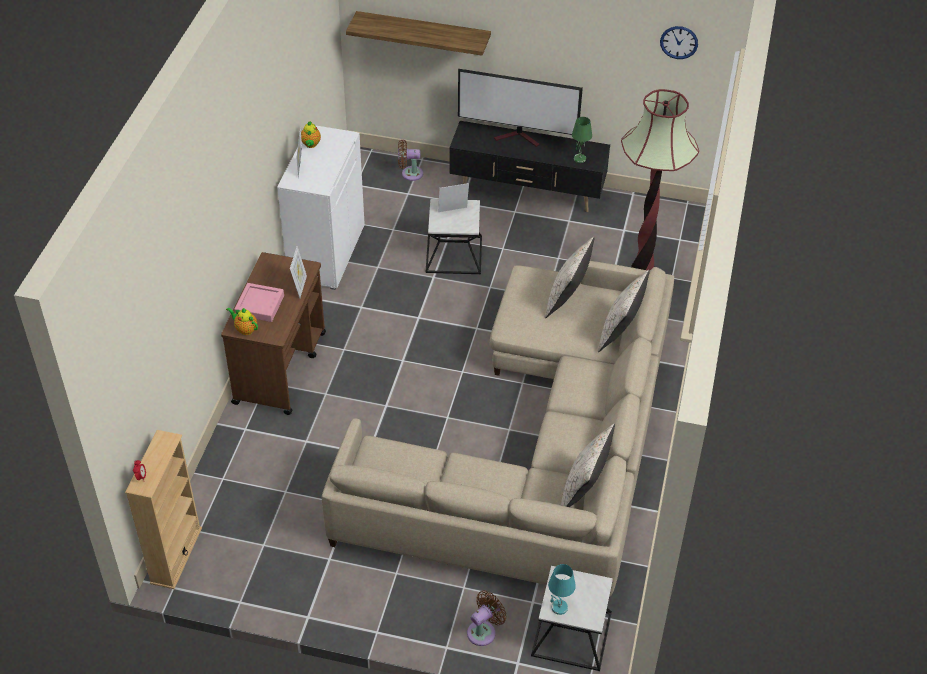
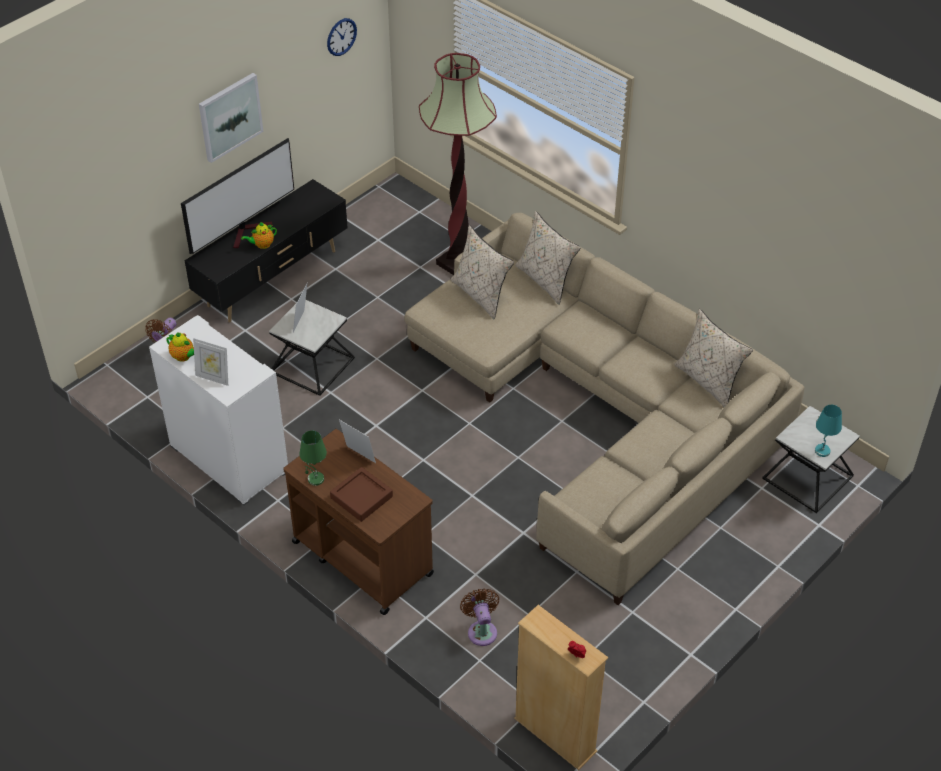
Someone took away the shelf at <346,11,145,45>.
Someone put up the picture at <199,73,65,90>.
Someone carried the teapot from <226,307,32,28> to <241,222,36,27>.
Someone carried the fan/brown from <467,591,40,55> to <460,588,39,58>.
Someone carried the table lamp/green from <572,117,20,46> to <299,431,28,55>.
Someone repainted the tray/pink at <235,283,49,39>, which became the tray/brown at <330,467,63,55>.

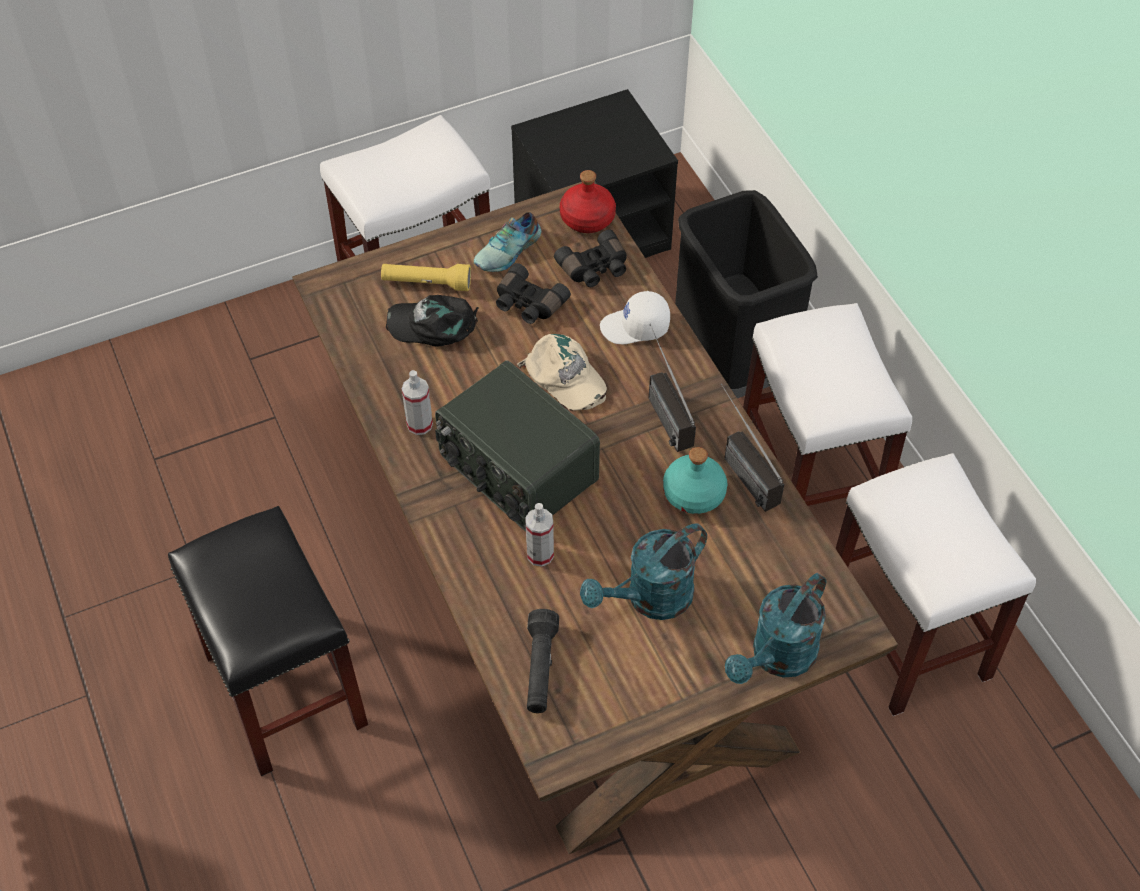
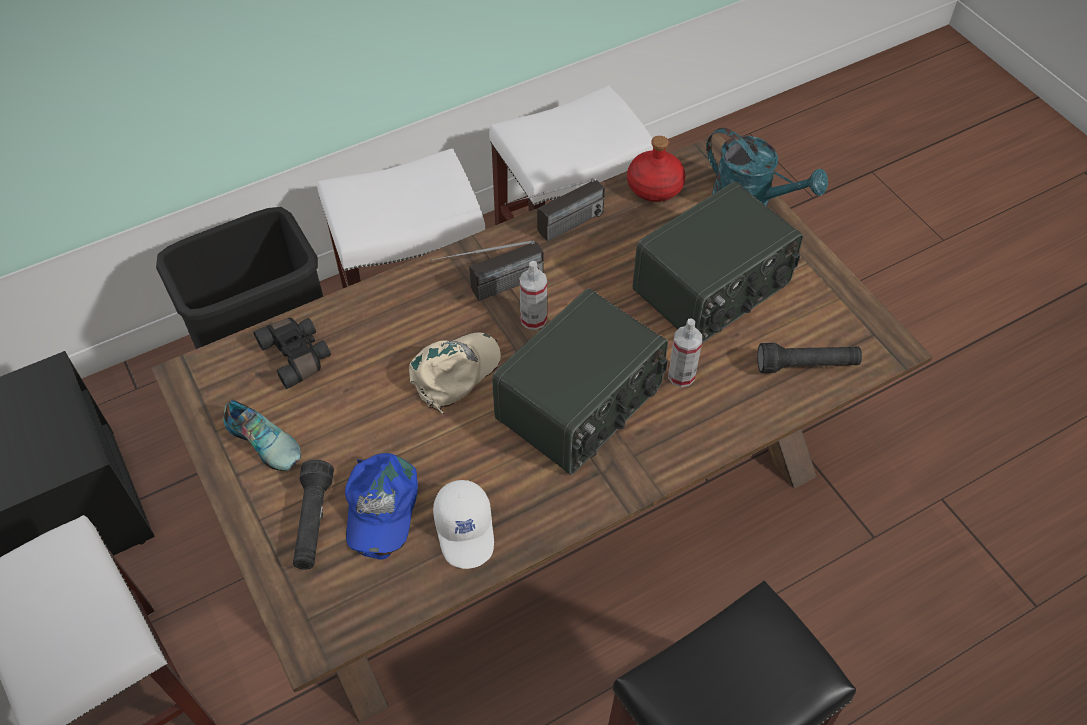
Someone took away the binoculars/black at <496,263,75,61>.
Someone took away the bottle/turquoise at <663,447,65,67>.
Someone carried the spray bottle from <402,370,31,65> to <519,261,28,69>.
Someone carried the bottle/red from <560,170,56,63> to <627,136,59,66>.
Someone carried the cap/white from <600,291,70,53> to <433,480,61,89>.
Someone swapped the watering can/turquoise at <580,523,127,97> for the radio at <633,182,170,161>.
Someone repainted the flashlight/yellow at <381,264,90,27>, which became the flashlight/black at <293,460,41,110>.
Someone repainted the cap/black at <386,295,93,51>, which became the cap/blue at <345,453,73,106>.

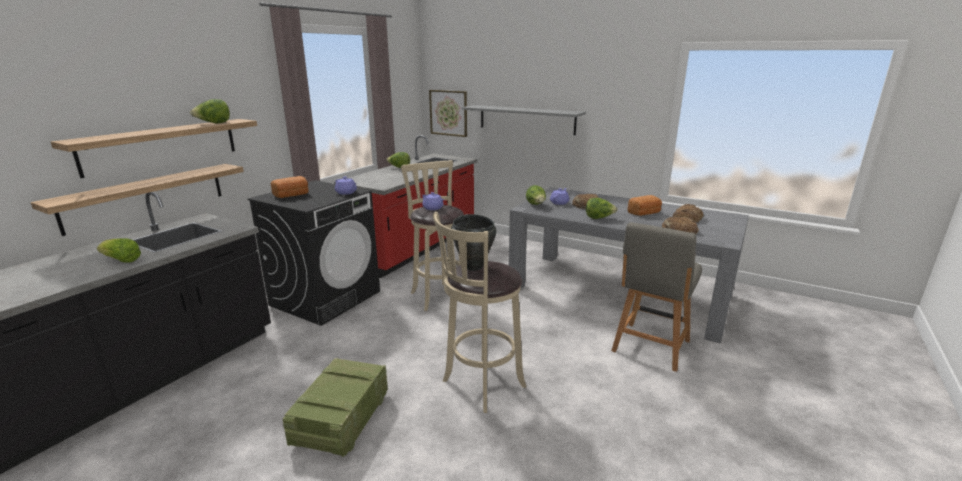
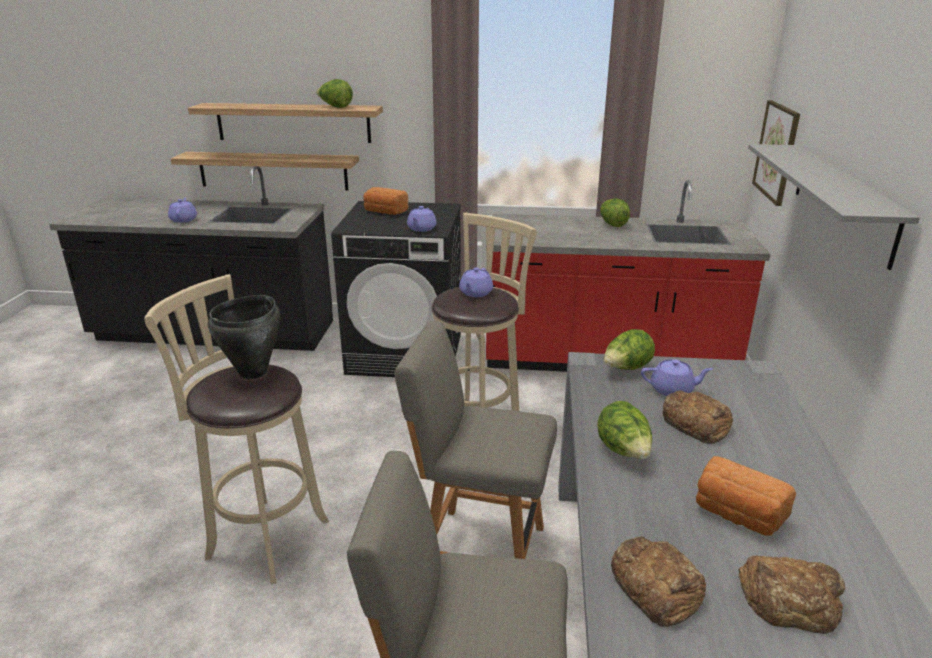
Someone took away the crate at <283,358,105,99>.
Someone put down the chair/grey at <395,321,162,238>.
Someone swapped the lettuce at <97,238,44,25> for the teapot/purple at <168,198,29,25>.

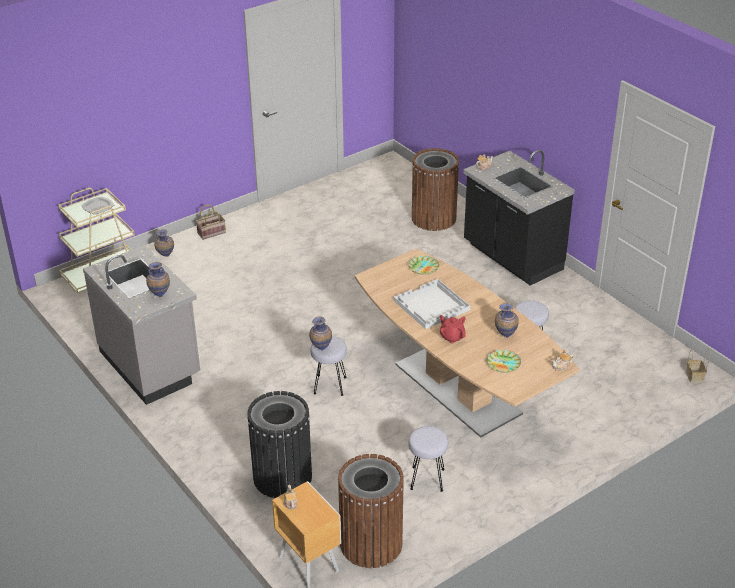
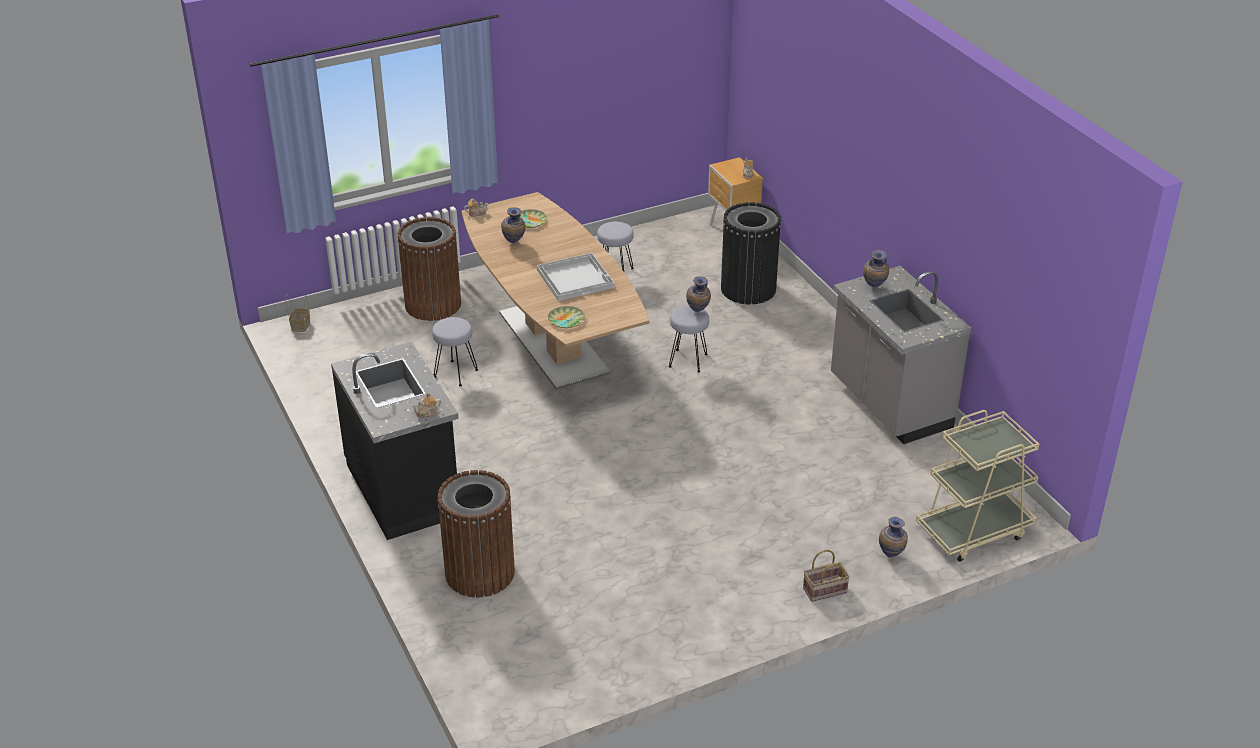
Someone took away the plate at <81,196,33,18>.
Someone took away the teapot/red at <440,315,26,29>.
Someone carried the trash can/brown from <338,454,66,114> to <398,217,63,104>.

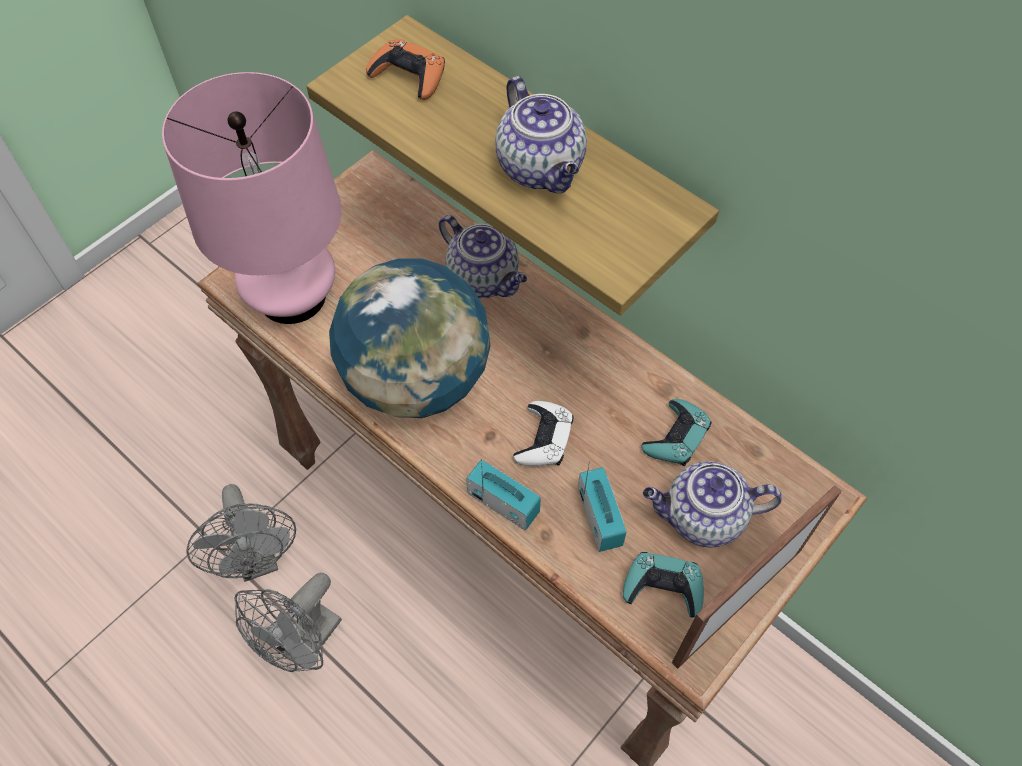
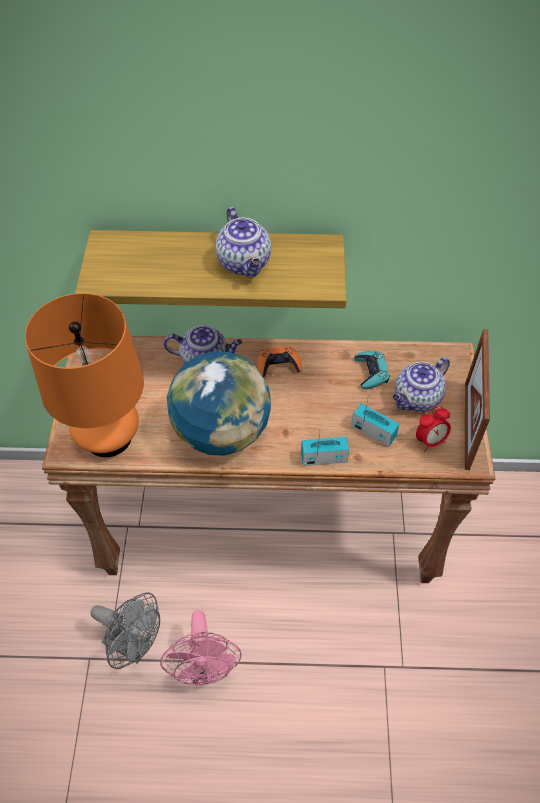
Someone took away the game controller/white at <513,401,61,65>.
Someone carried the game controller/orange from <366,39,79,61> to <258,347,44,30>.
Someone swapped the game controller/turquoise at <623,552,81,66> for the alarm clock at <416,406,35,45>.
Someone repainted the table lamp/pink at <162,72,179,252>, which became the table lamp/orange at <25,293,119,164>.
Someone repainted the fan/grey at <234,573,108,99>, which became the fan/pink at <160,610,82,76>.
Someone rotated the teapot at <495,76,92,117> by 45 degrees clockwise.

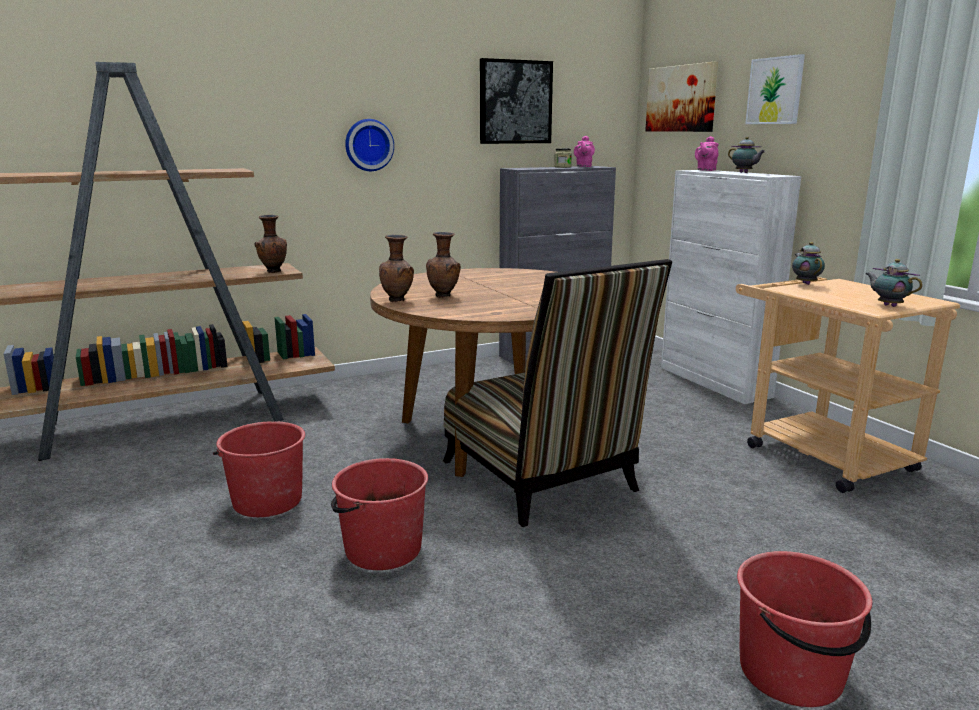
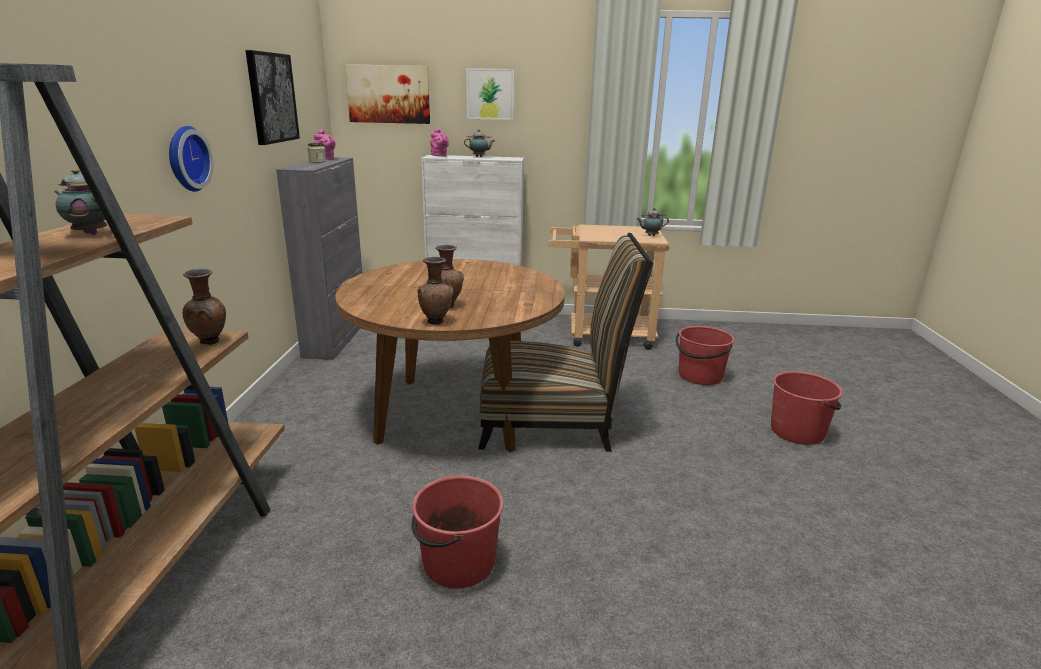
Someone carried the bucket/red from <331,458,97,112> to <676,326,59,59>.
Someone carried the teapot from <792,242,33,43> to <54,169,54,66>.

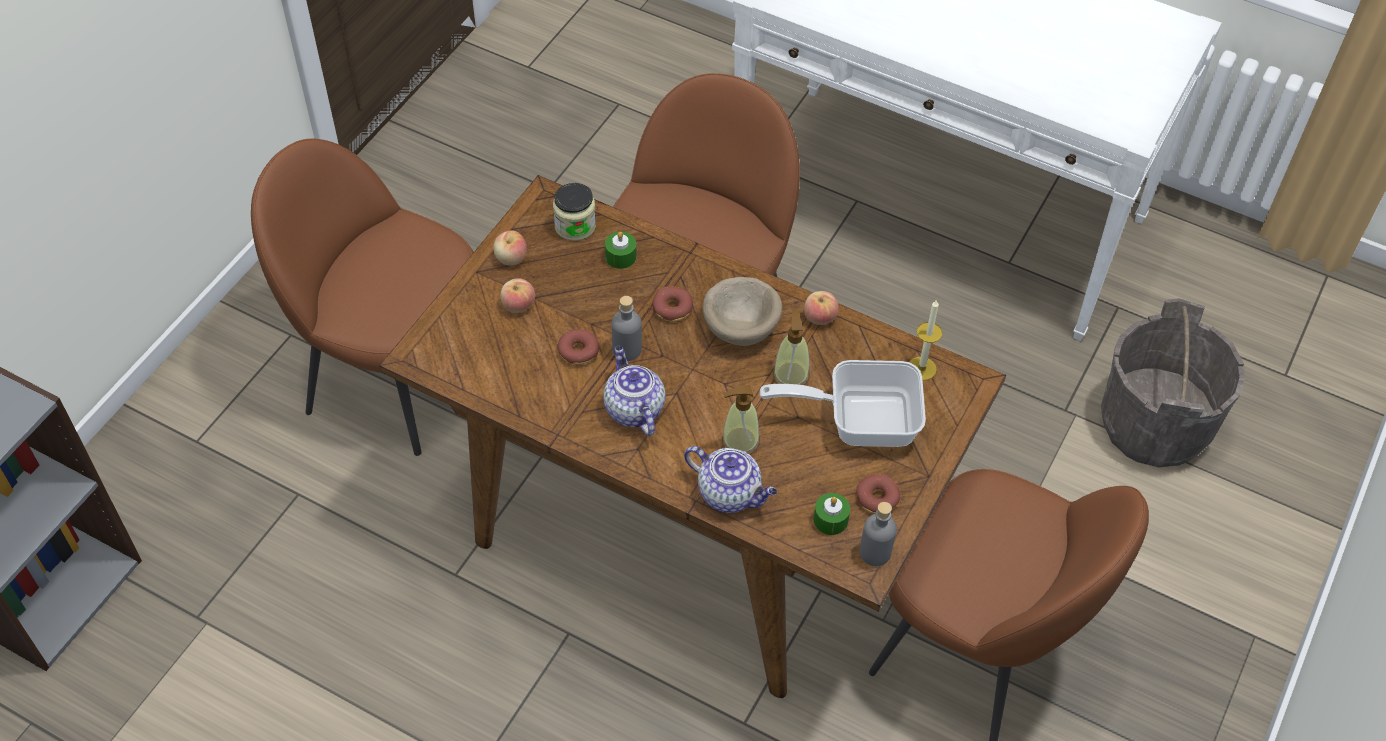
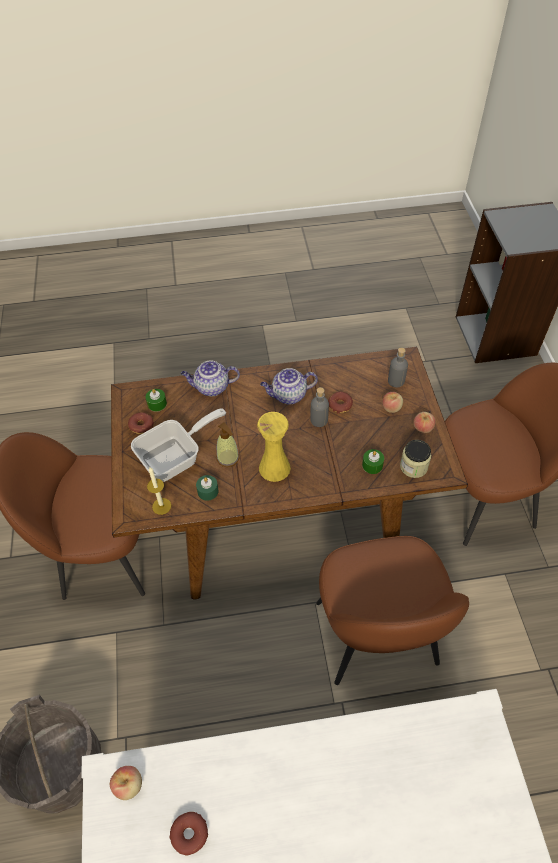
Someone took away the soap dispenser at <722,385,38,70>.
Someone put down the candle/green at <196,475,23,26>.
Someone carried the donut from <652,286,41,36> to <169,812,39,44>.
Someone carried the apple from <804,291,35,34> to <110,766,32,34>.
Someone carried the bottle/grey from <859,502,38,64> to <388,348,20,39>.
Someone swapped the bowl/beige at <703,277,79,69> for the vase/yellow at <257,412,34,70>.
Someone rotated the teapot at <603,346,62,90> by 135 degrees clockwise.

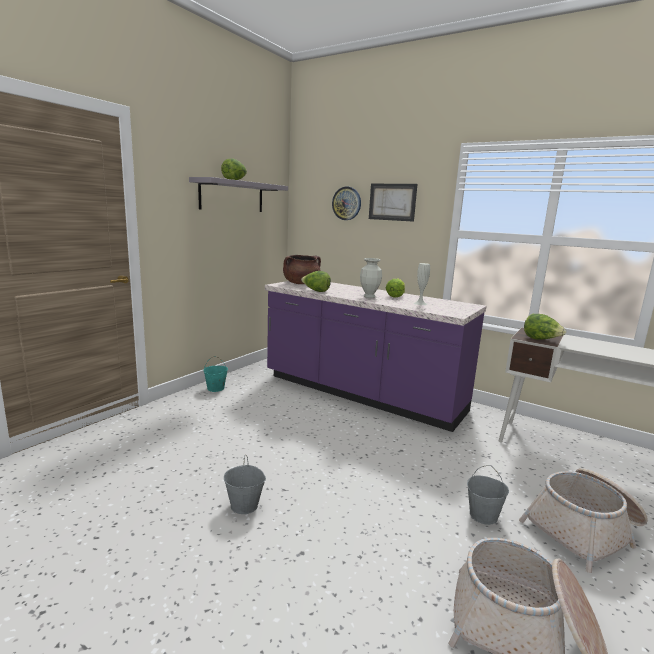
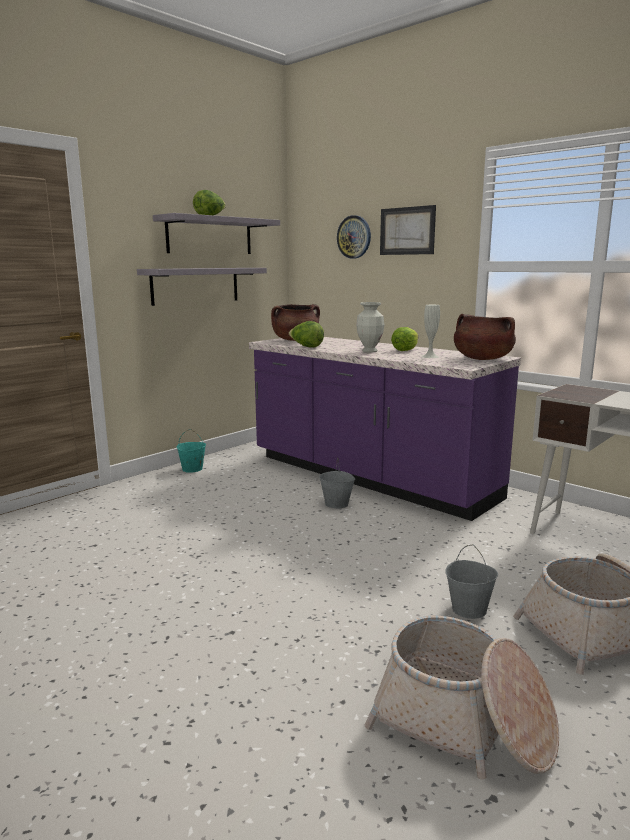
Someone took away the lettuce at <524,314,42,26>.
Someone put up the shelf/grey at <137,268,130,38>.
Someone put down the cooking pot/brown at <454,314,62,46>.
Someone carried the bucket/grey from <224,455,42,59> to <319,457,36,51>.

